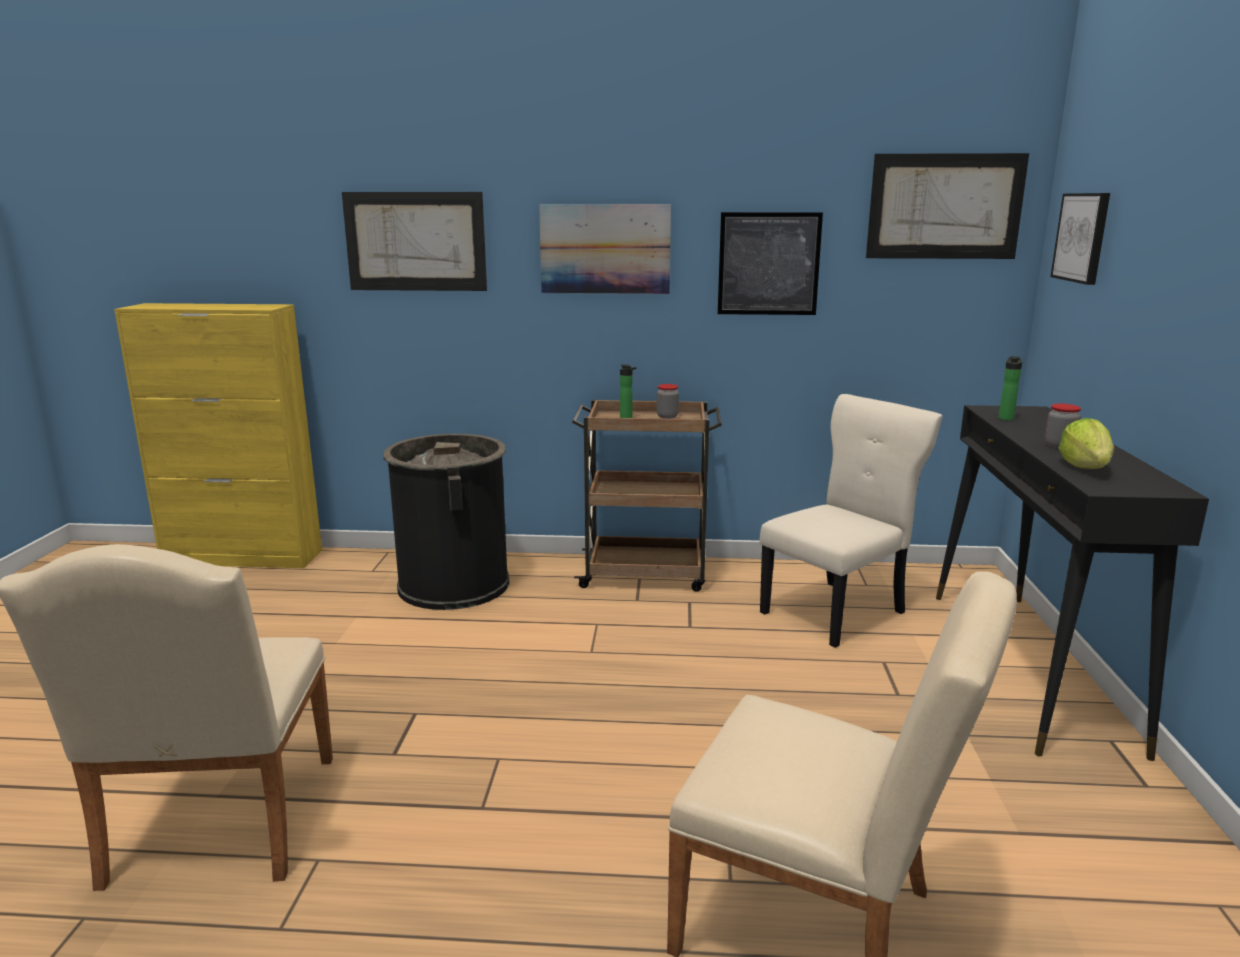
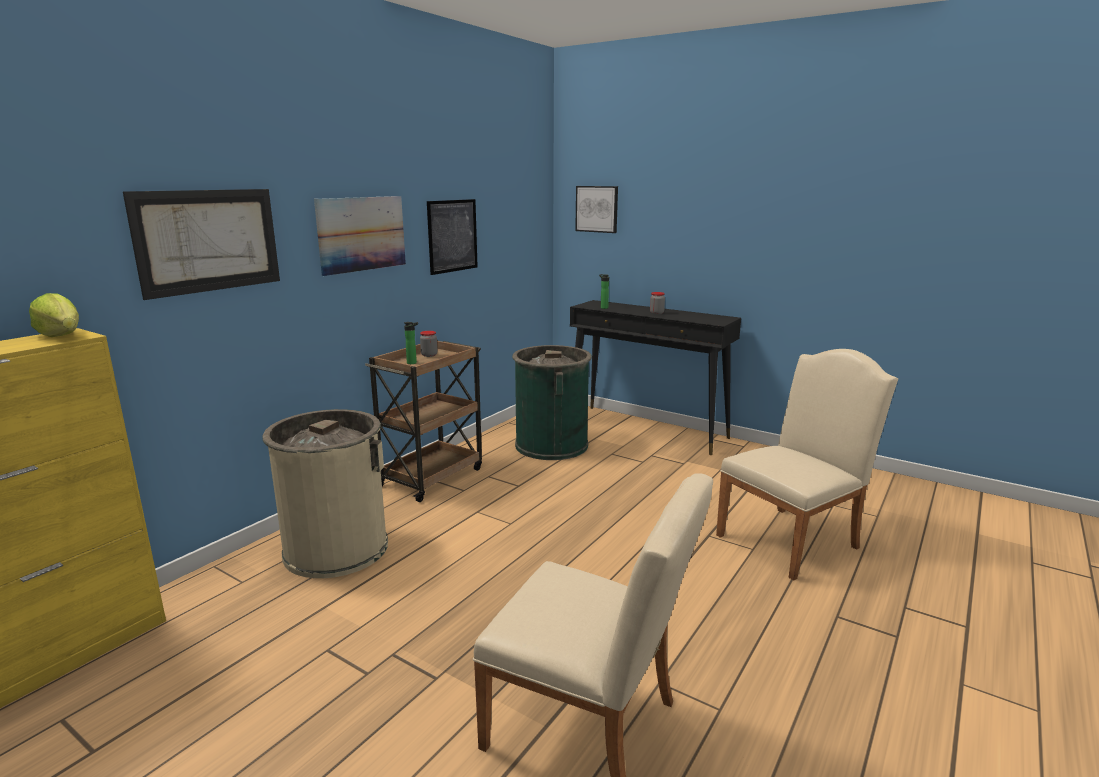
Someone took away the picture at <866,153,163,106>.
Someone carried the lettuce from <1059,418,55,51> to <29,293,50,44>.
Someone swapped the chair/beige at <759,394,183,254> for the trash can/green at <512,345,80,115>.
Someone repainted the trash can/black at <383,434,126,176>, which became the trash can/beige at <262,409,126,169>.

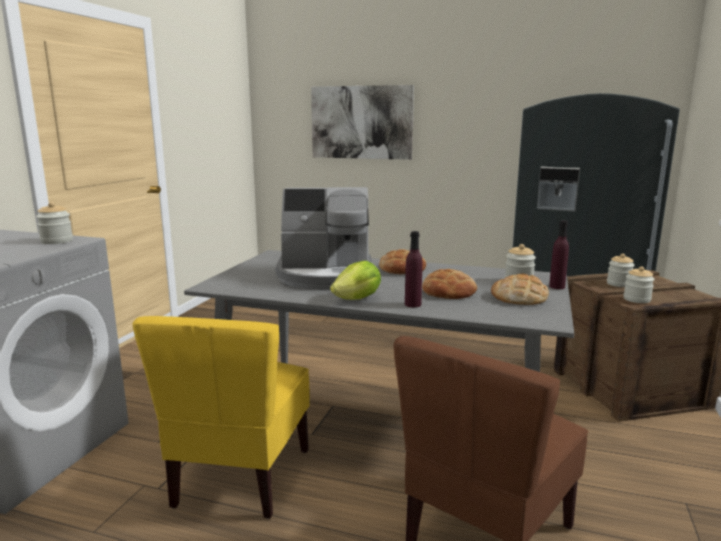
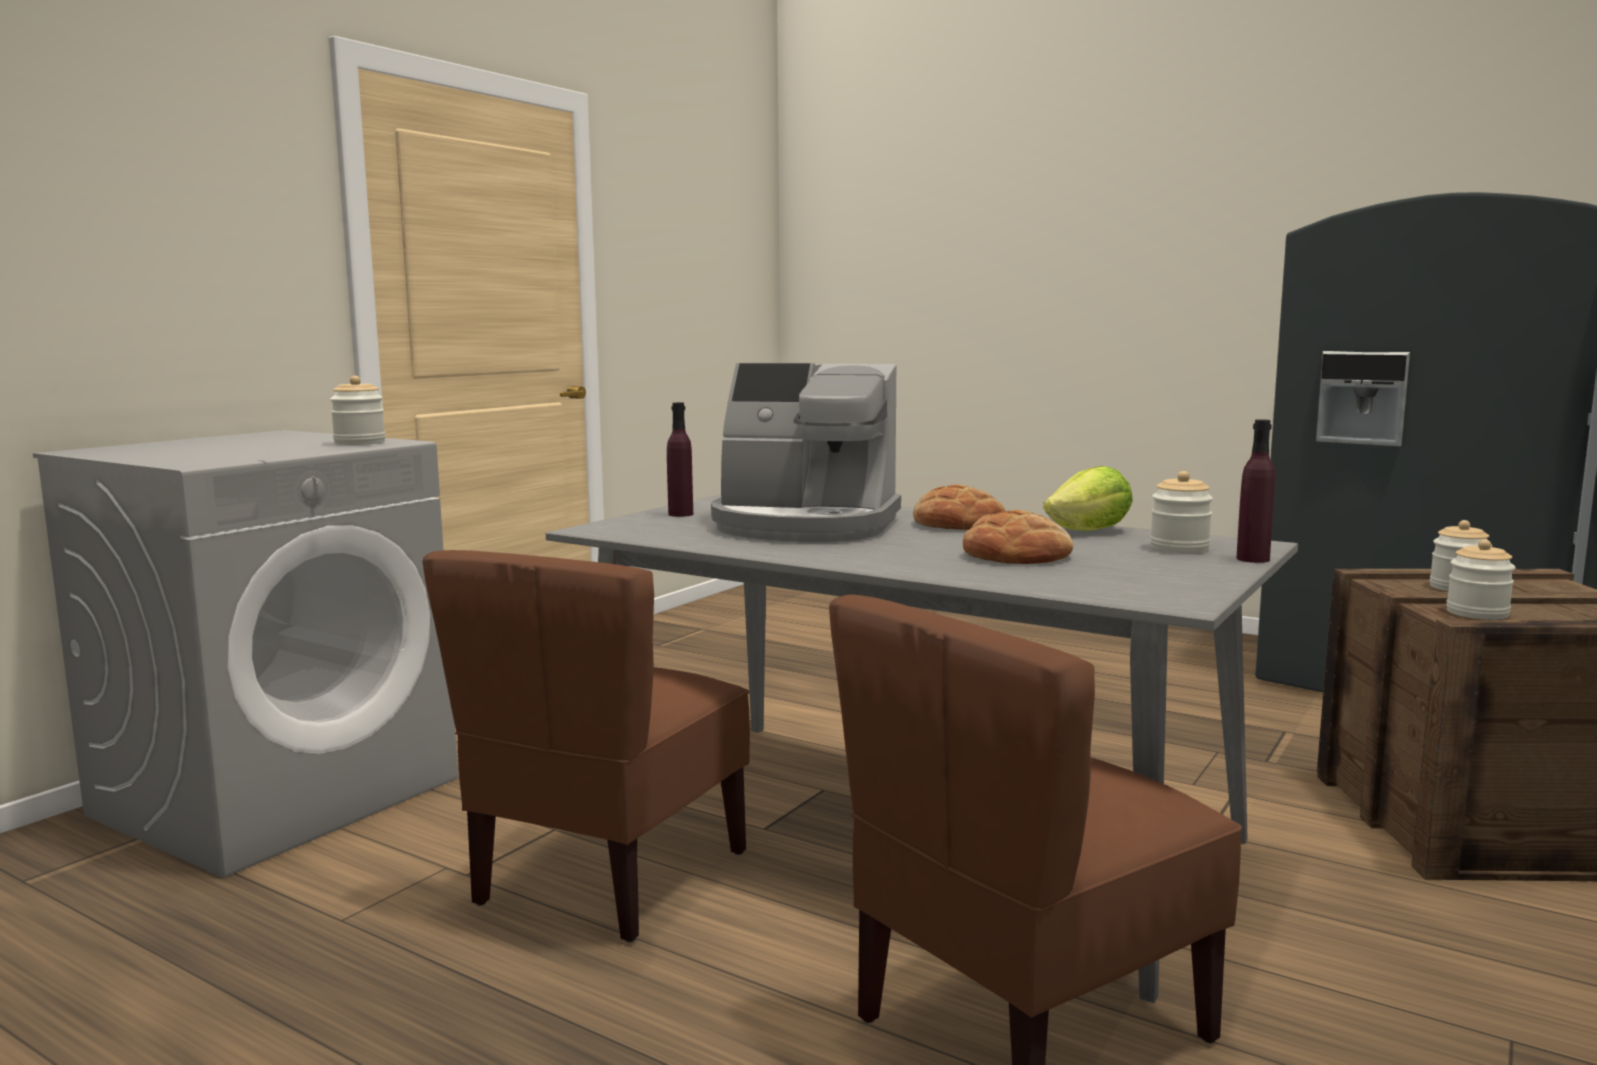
Someone took away the picture at <311,85,103,75>.
Someone took away the bread at <491,274,58,31>.
Someone carried the lettuce from <330,261,51,39> to <1043,466,90,65>.
Someone carried the bottle/purple from <405,231,17,76> to <667,402,26,115>.
Someone repainted the chair/yellow at <133,316,177,203>, which became the chair/brown at <422,550,328,392>.

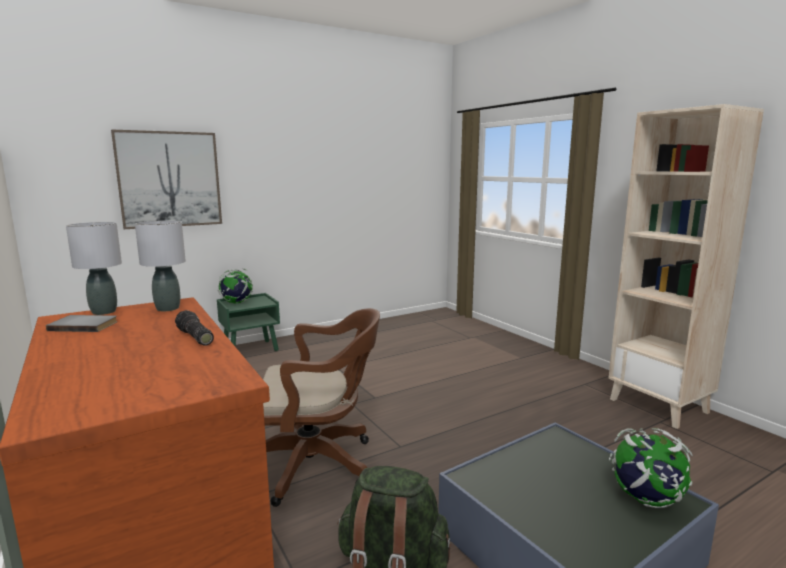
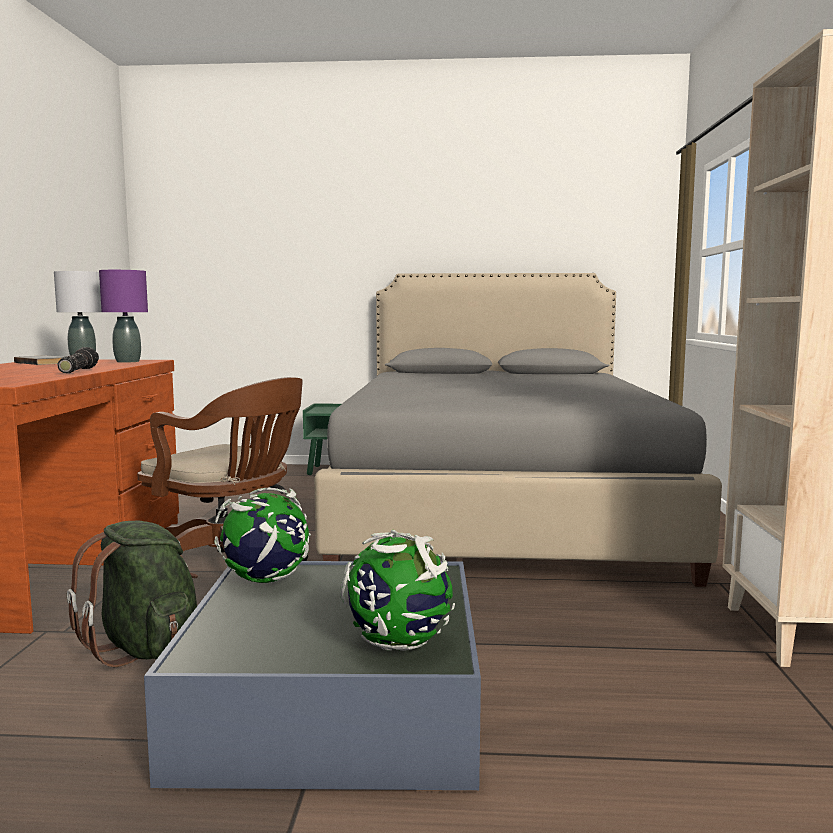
Someone took away the picture at <111,129,111,100>.
Someone put down the bed/grey at <314,273,408,314>.
Someone carried the globe from <218,268,35,35> to <214,488,97,95>.
Someone repainted the table lamp/grey at <135,221,51,90>, which became the table lamp/purple at <99,270,49,93>.

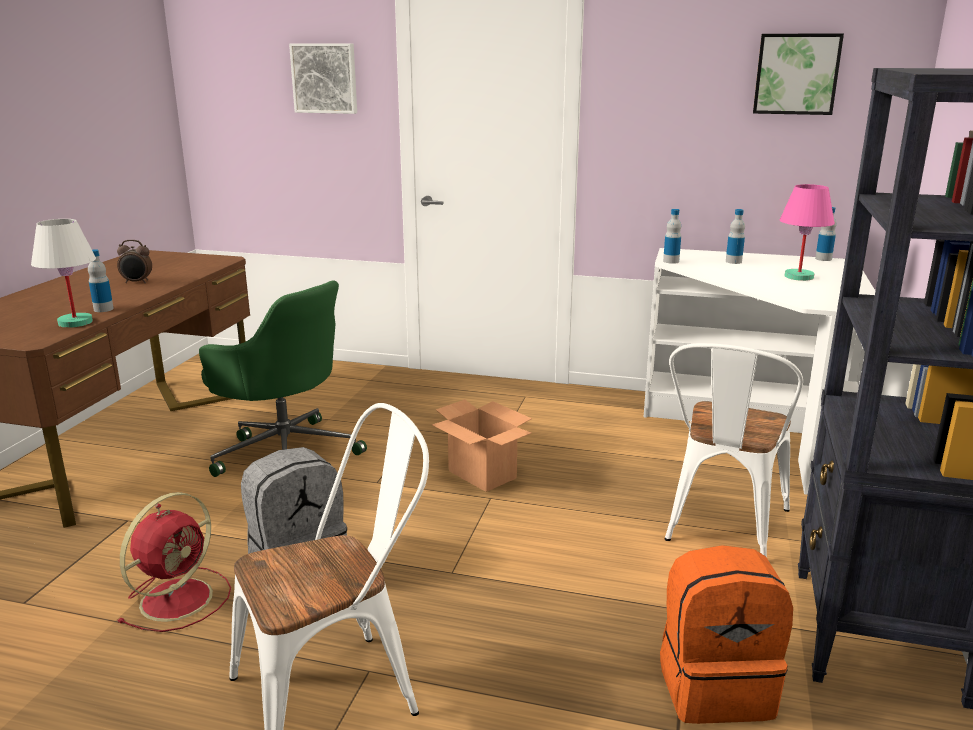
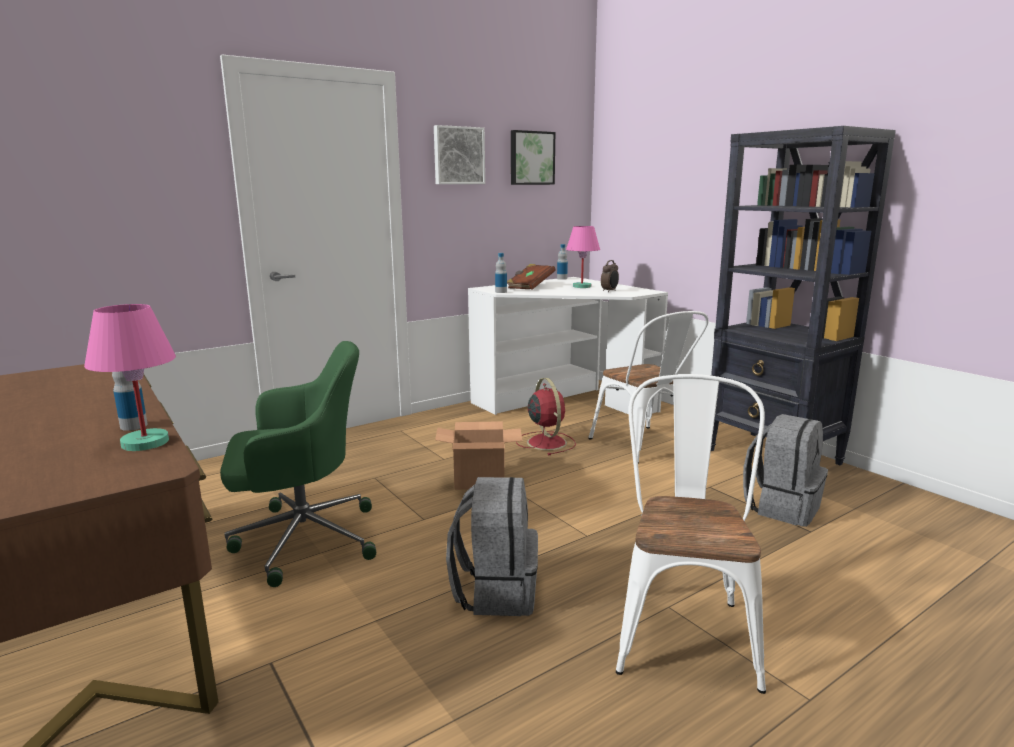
Someone carried the alarm clock from <117,240,35,43> to <601,260,18,32>.
Someone carried the fan/red from <117,492,114,140> to <516,378,60,77>.
Someone carried the picture from <289,44,68,70> to <434,125,51,59>.
Someone swapped the bottle at <726,209,19,55> for the book/brown at <507,264,48,26>.
Someone repainted the table lamp/white at <31,219,65,109>, which became the table lamp/pink at <84,304,92,147>.
Someone repainted the backpack/orange at <660,545,133,179>, which became the backpack/grey at <743,414,85,113>.

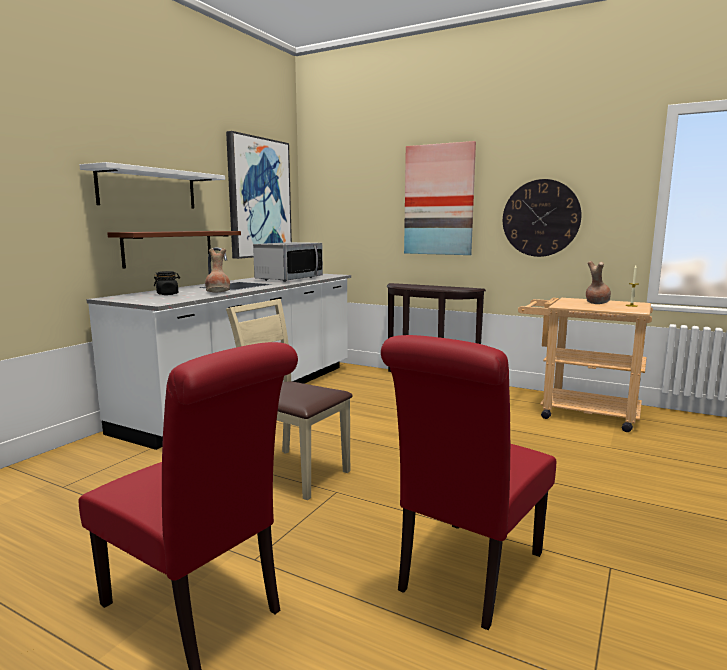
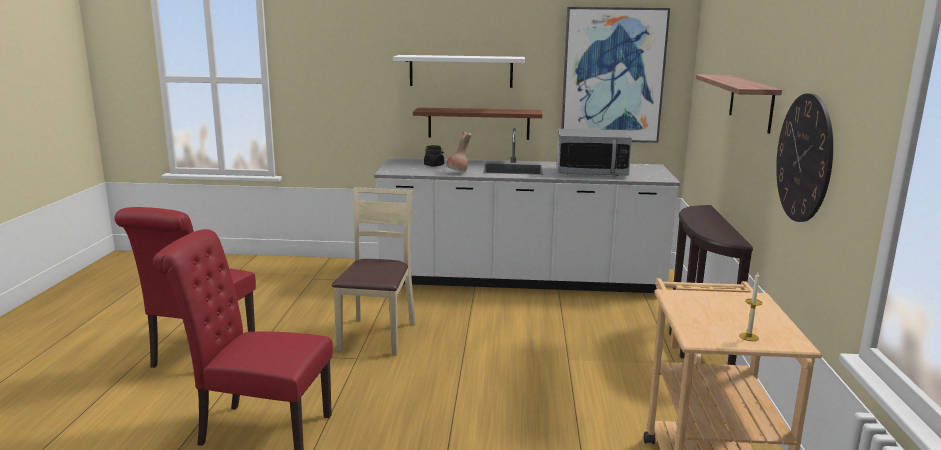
Someone took away the vase/brown at <586,261,25,43>.
Someone swapped the picture at <404,141,72,114> for the shelf at <696,74,86,60>.

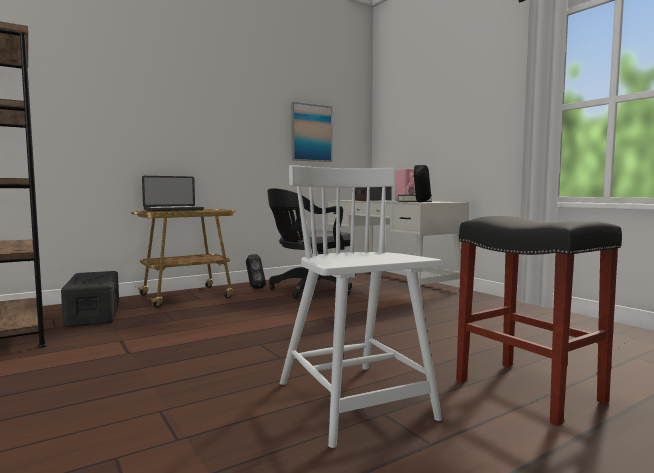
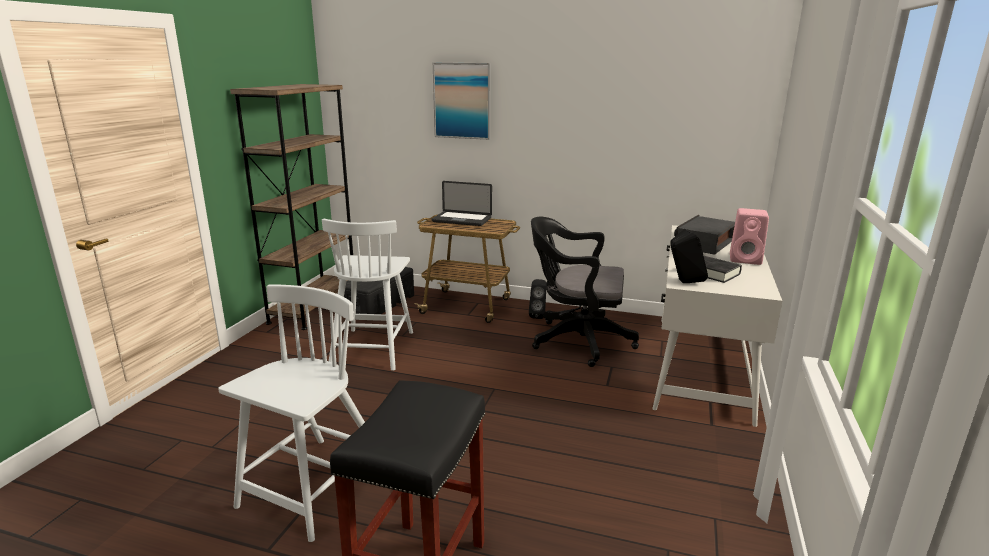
Someone put down the chair/white at <322,219,91,152>.
Someone carried the picture from <291,102,41,60> to <433,63,58,77>.

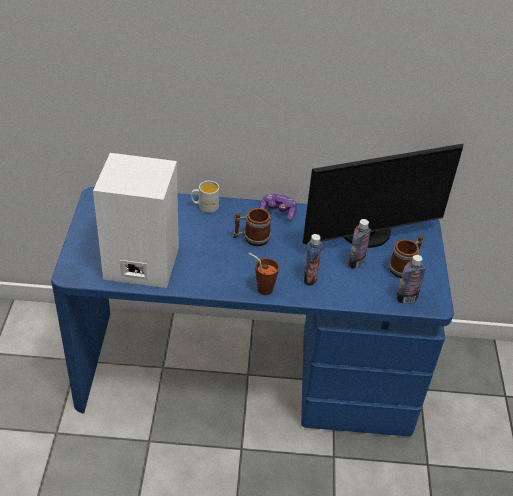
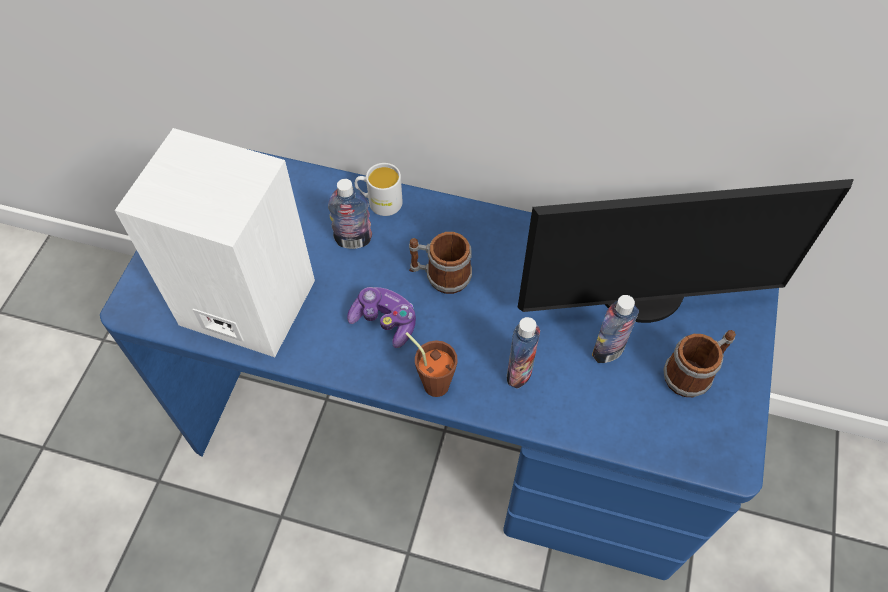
Someone carried the game controller from <259,194,38,27> to <347,287,69,61>.
Someone carried the bottle from <396,255,30,49> to <328,179,44,70>.

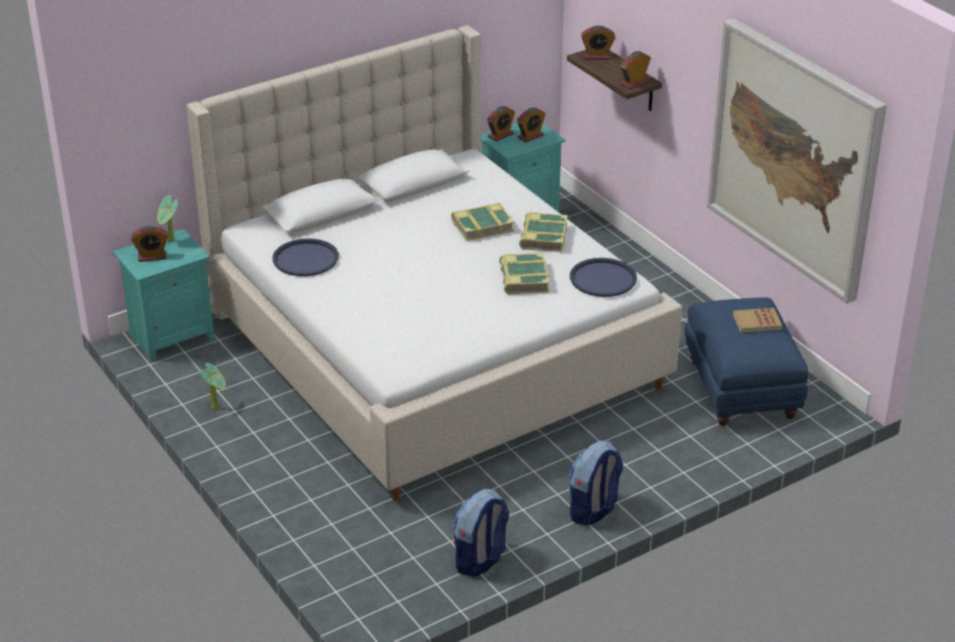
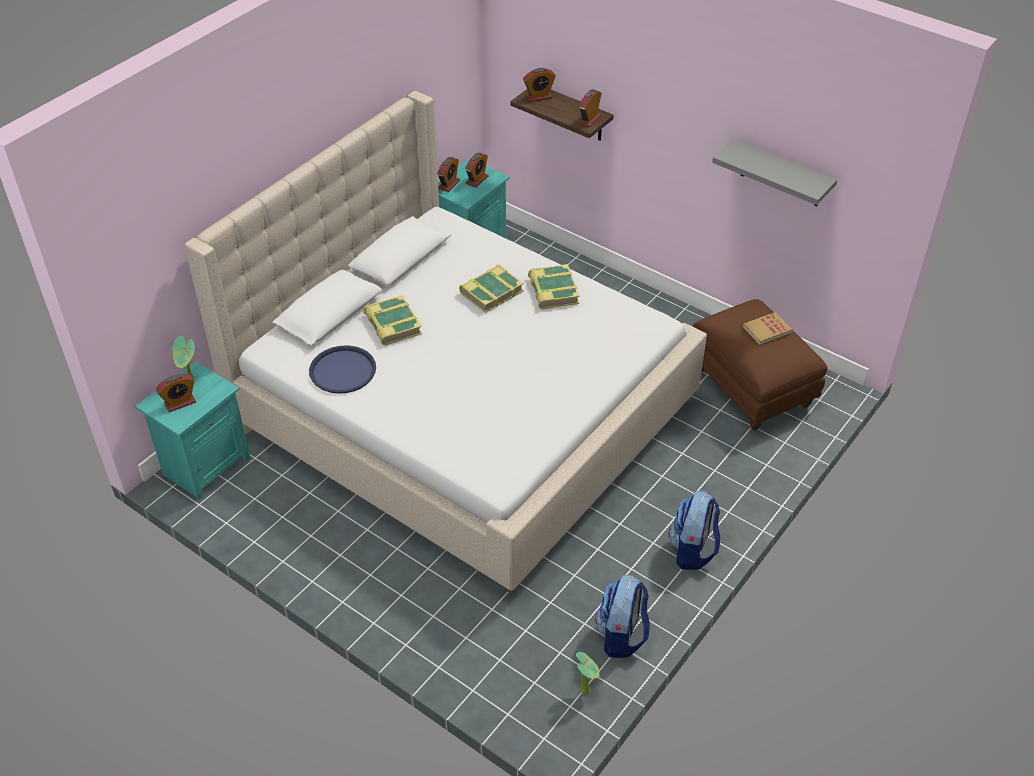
Someone took away the tray/blue at <570,258,67,39>.
Someone carried the potted plant from <200,363,26,47> to <576,652,24,42>.
Someone carried the book from <499,253,50,42> to <363,295,59,51>.
Someone swapped the picture at <707,18,180,286> for the shelf/grey at <712,139,125,67>.
Someone repainted the ottoman/blue at <684,298,125,128>, which became the ottoman/brown at <693,299,134,131>.

